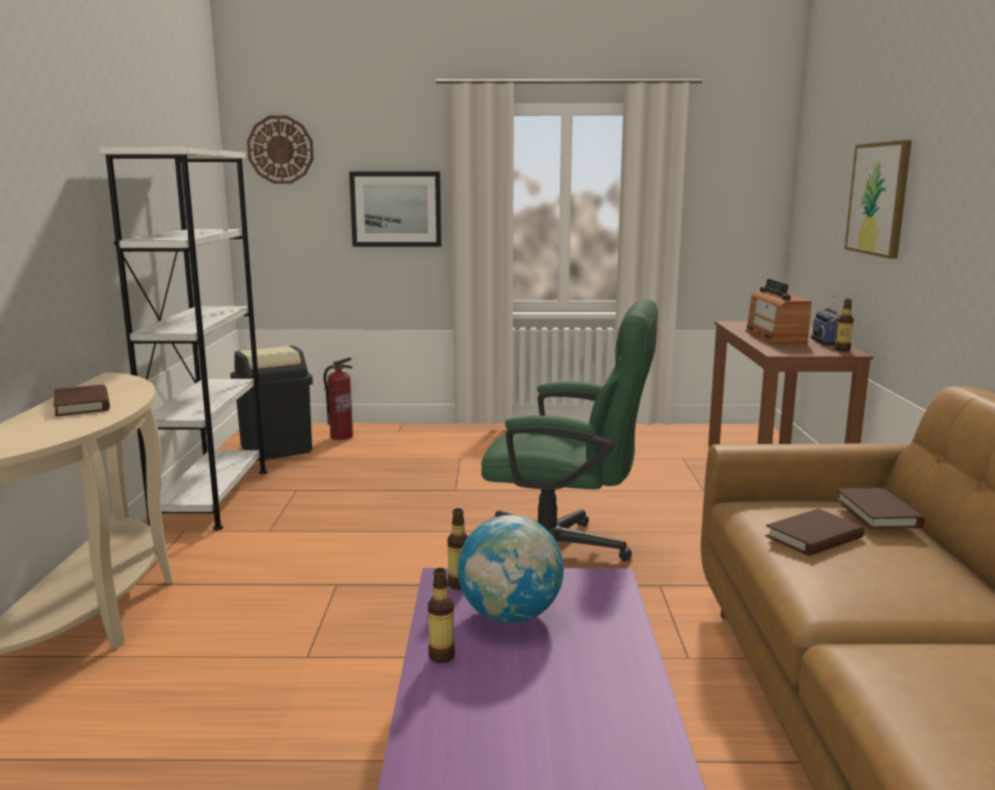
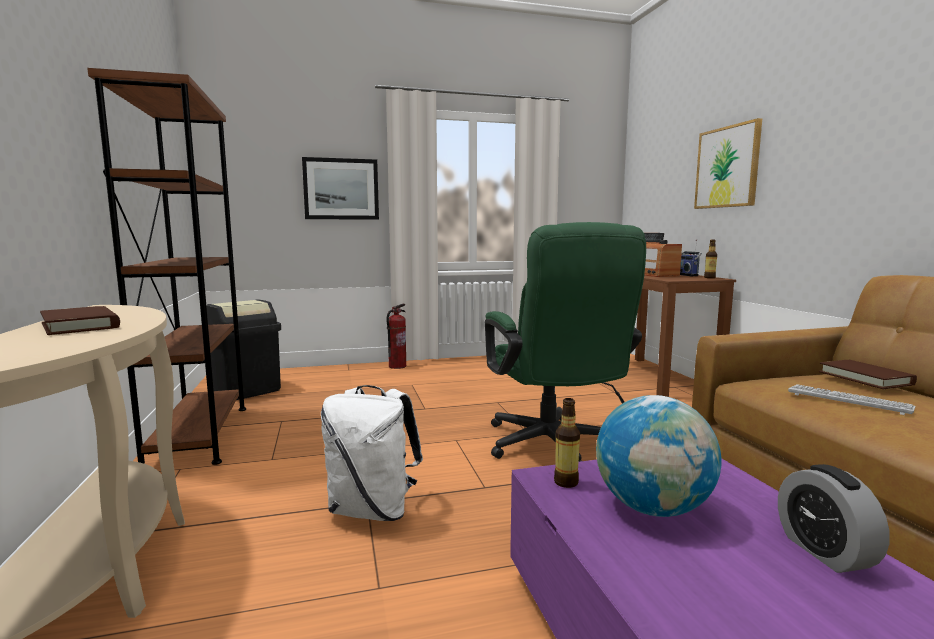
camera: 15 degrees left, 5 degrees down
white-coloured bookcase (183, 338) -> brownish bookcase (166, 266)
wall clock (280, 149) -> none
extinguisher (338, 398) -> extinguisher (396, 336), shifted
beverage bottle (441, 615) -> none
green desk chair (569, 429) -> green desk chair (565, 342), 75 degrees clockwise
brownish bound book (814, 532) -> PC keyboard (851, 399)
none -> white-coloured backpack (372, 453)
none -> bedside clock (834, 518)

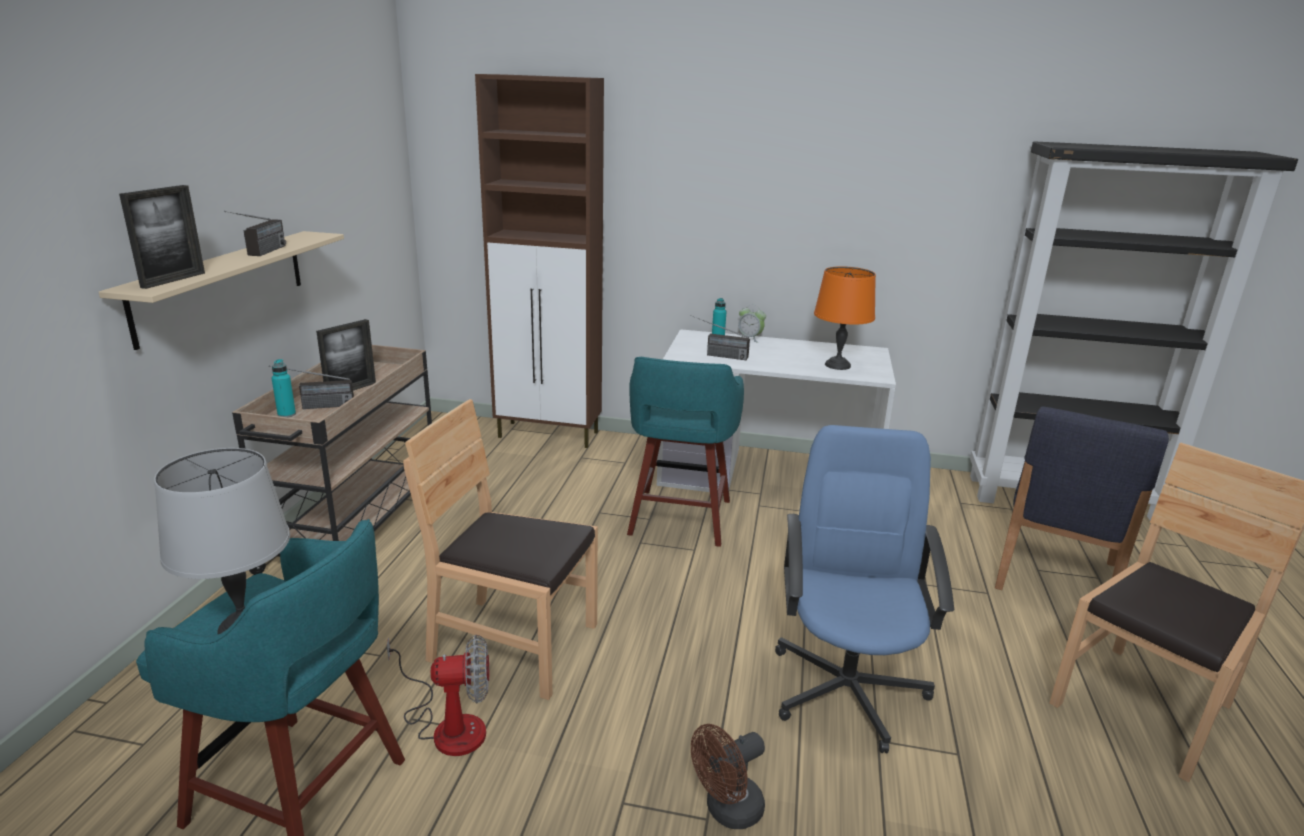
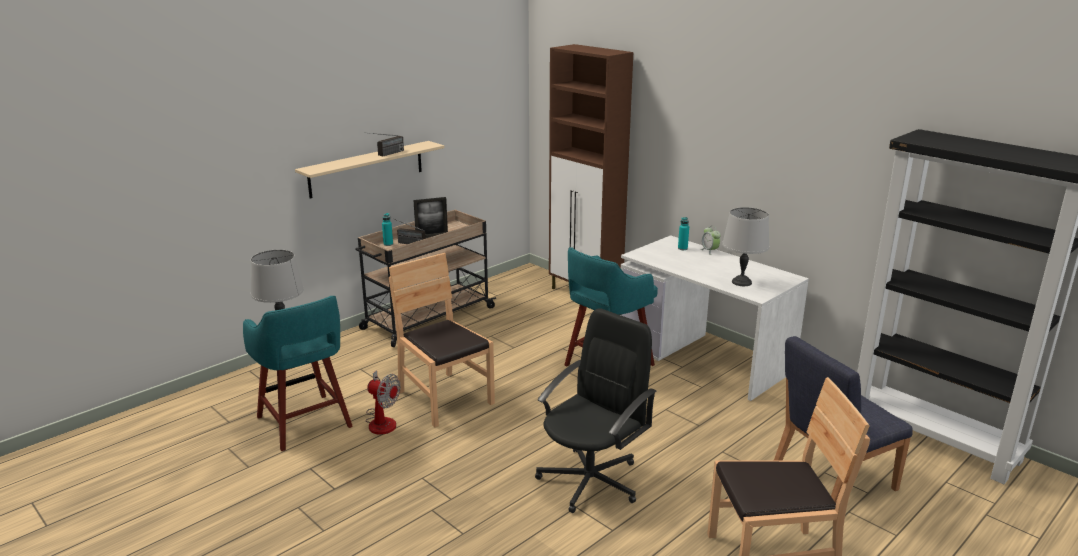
camera: 35 degrees right, 0 degrees up
standing frame (162, 237) -> none
radio receiver (720, 337) -> none
brownish fan (728, 776) -> none
blue-coloured desk chair (864, 589) -> blackish desk chair (595, 410)
orange-coloured table lamp (845, 318) -> greyish table lamp (745, 246)

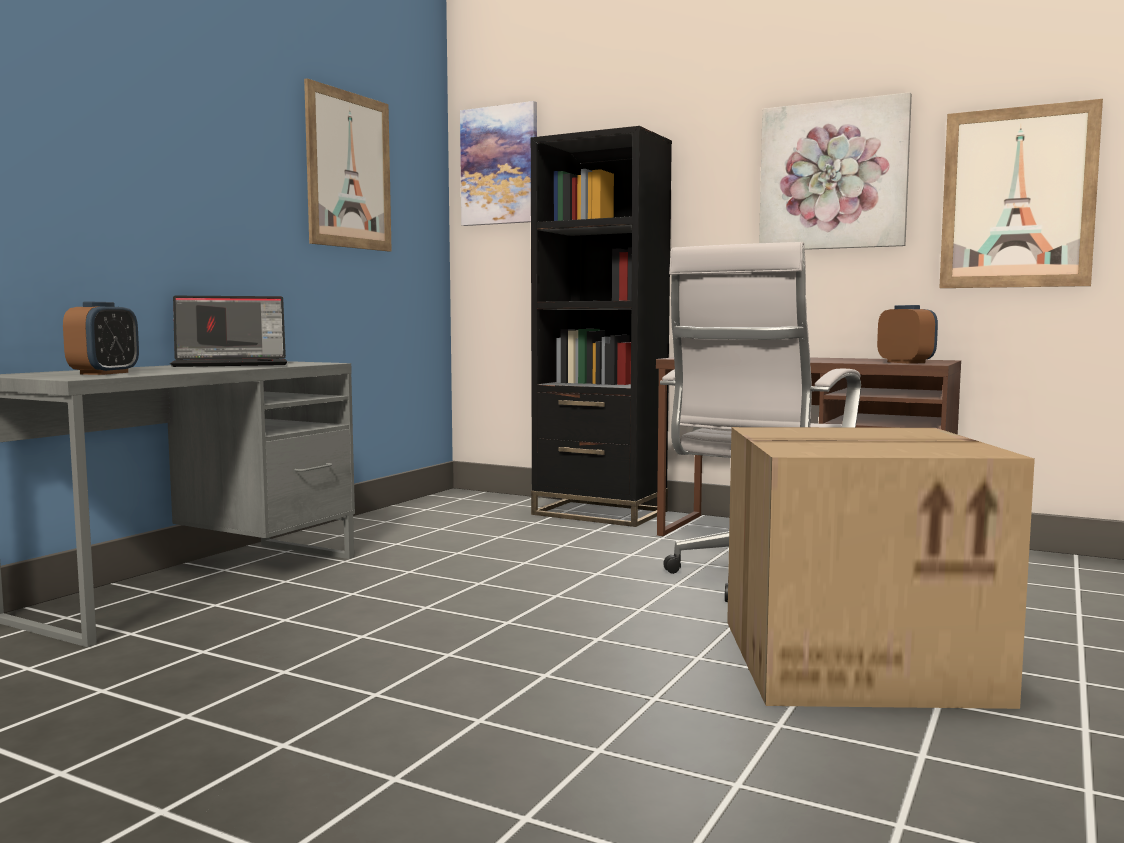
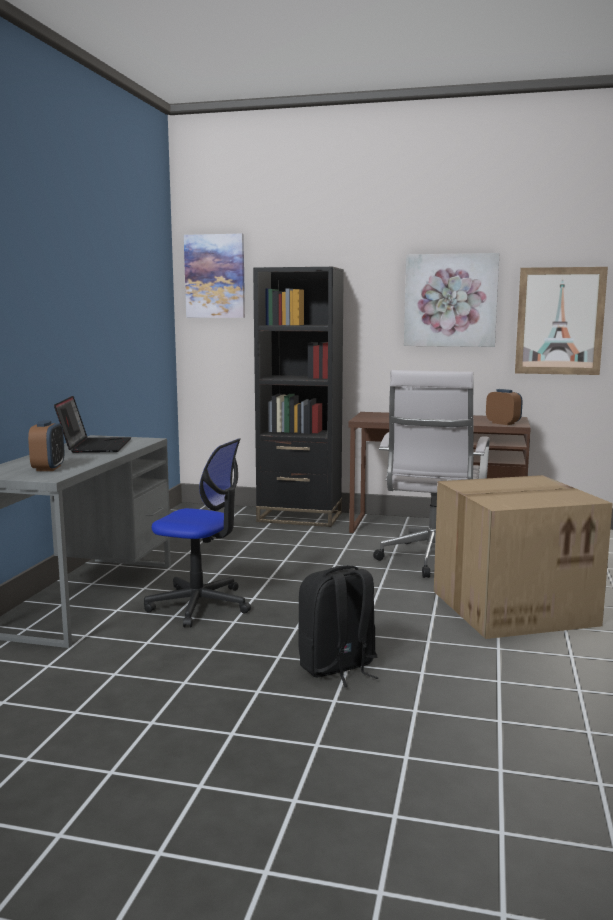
camera: 15 degrees left, 5 degrees up
laptop (229, 331) -> laptop (92, 424), 60 degrees counterclockwise
picture (348, 164) -> none
none -> desk chair (197, 532)
none -> blackish backpack (338, 626)

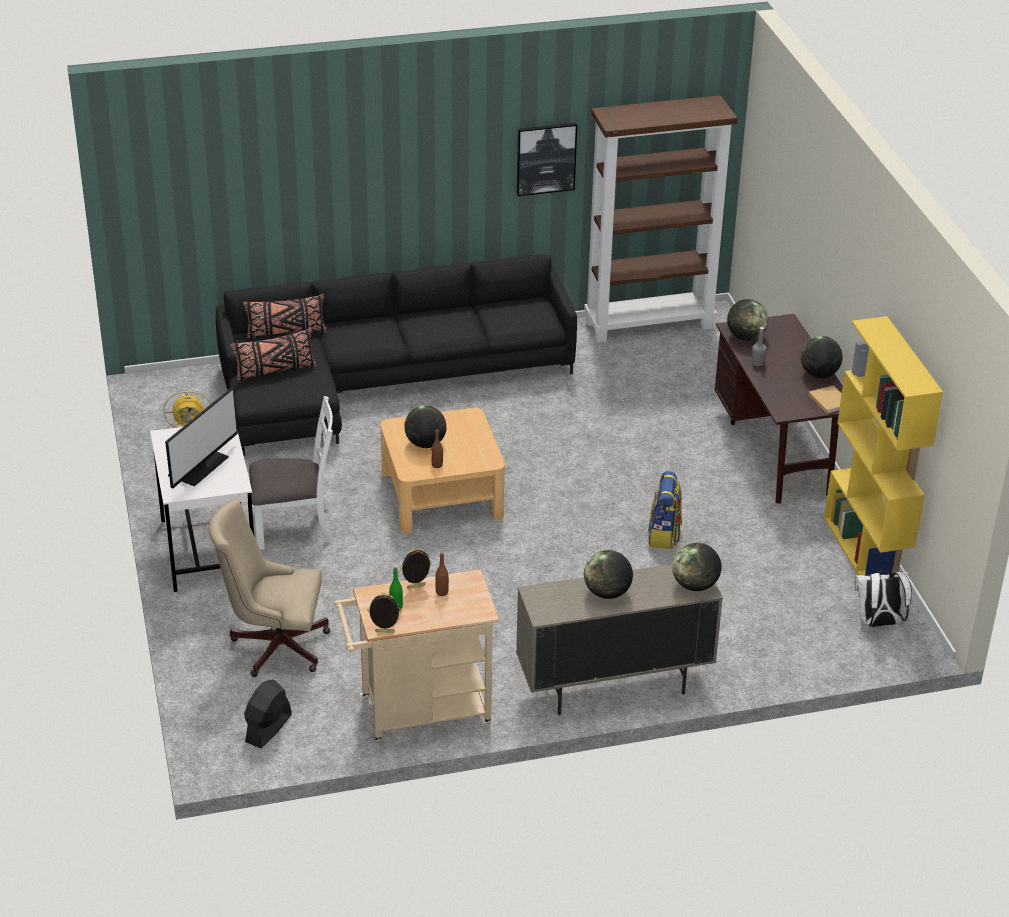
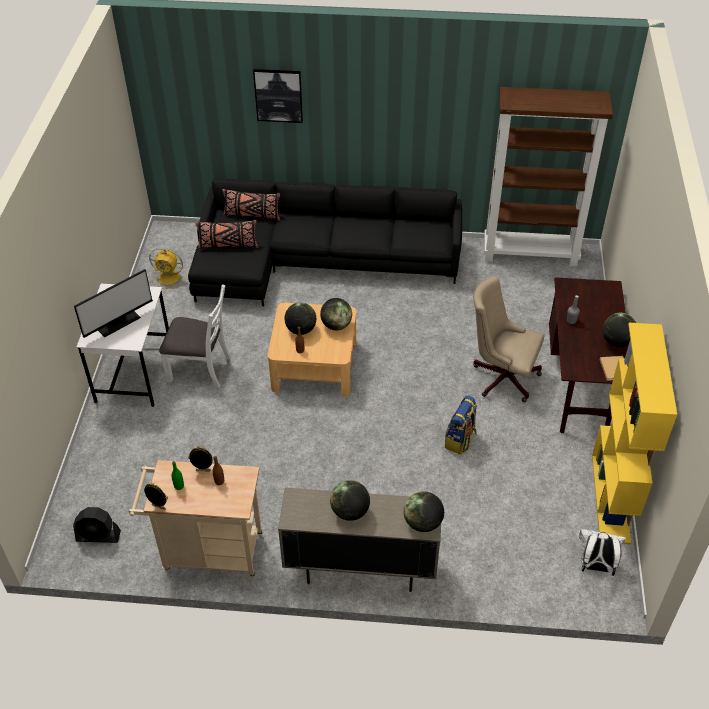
camera: 20 degrees right, 10 degrees up
sand-coloured desk chair (269, 588) -> sand-coloured desk chair (509, 339), shifted
blackish fan (268, 714) -> blackish fan (97, 525), 135 degrees counterclockwise
picture (546, 159) -> picture (278, 96), shifted
globe (747, 320) -> globe (336, 314), shifted

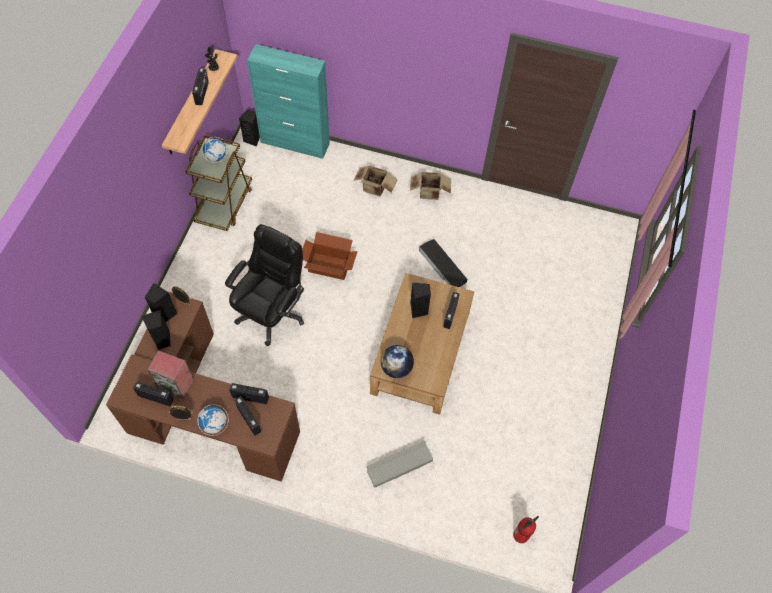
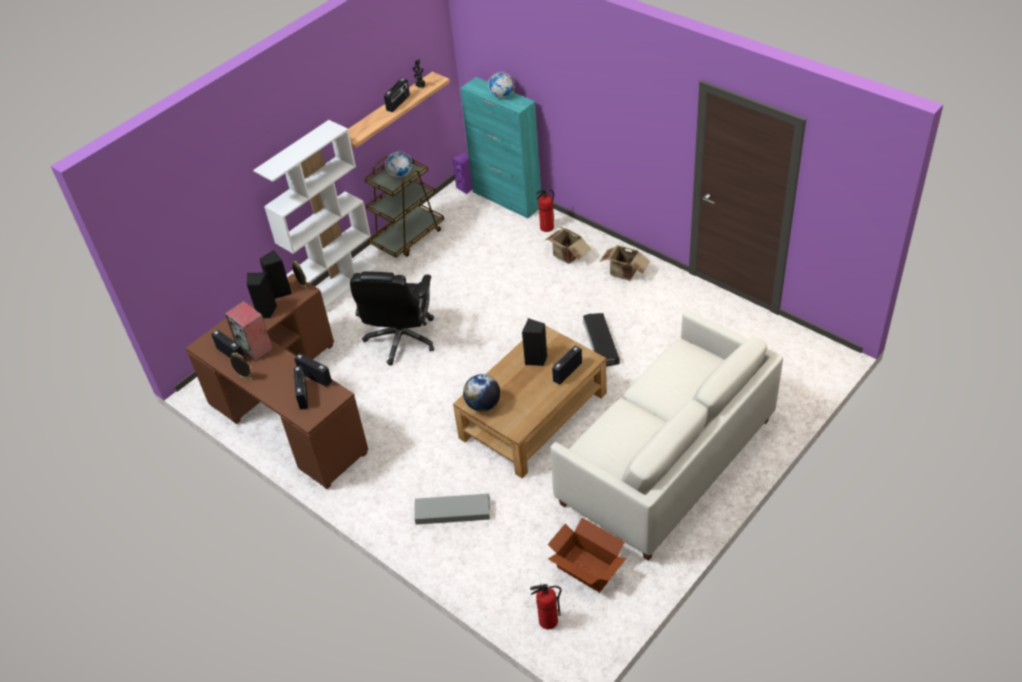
camera: 30 degrees right, 15 degrees down
globe (213, 420) -> globe (501, 85), shifted
blackish desk chair (264, 285) -> blackish desk chair (392, 318), 135 degrees clockwise
blackish audio speaker (249, 128) -> purple audio speaker (462, 173)
cardboard box (330, 256) -> cardboard box (586, 555), shifted
none -> white-coloured bookcase (315, 214)
none -> extinguisher (545, 210)
none -> white-coloured settee (666, 435)

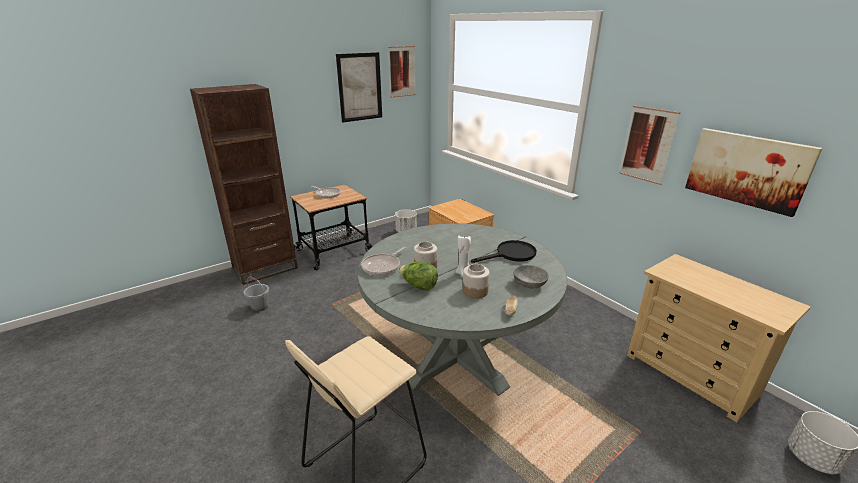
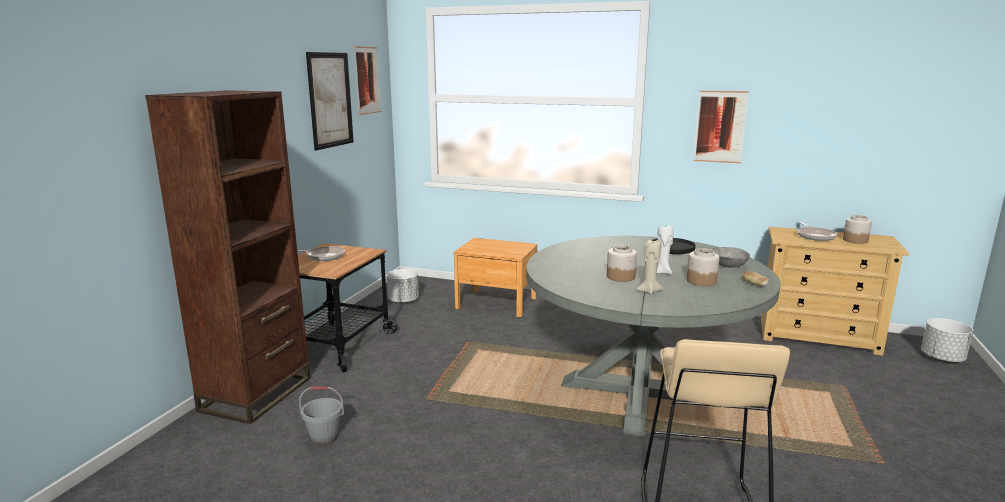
camera: 35 degrees left, 10 degrees down
frying pan (383, 261) -> frying pan (817, 231), shifted
lettuce head (418, 276) -> sand-coloured candle (649, 266)
picture (754, 172) -> none
none -> jar (857, 229)

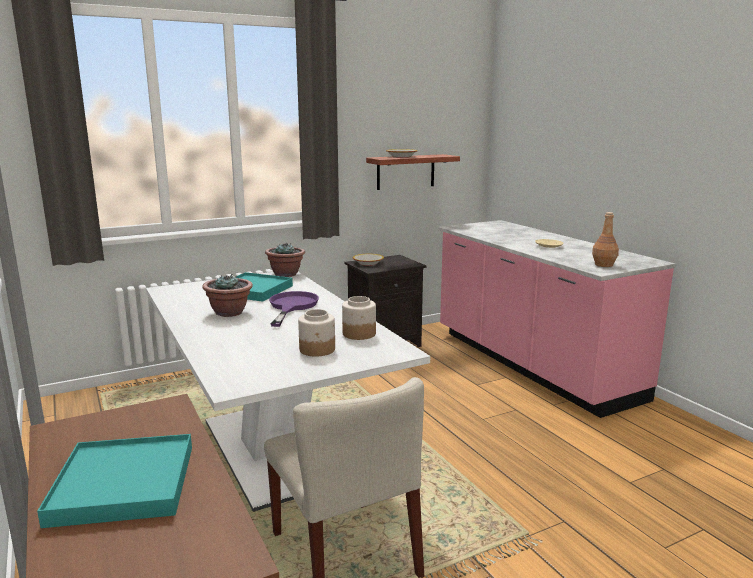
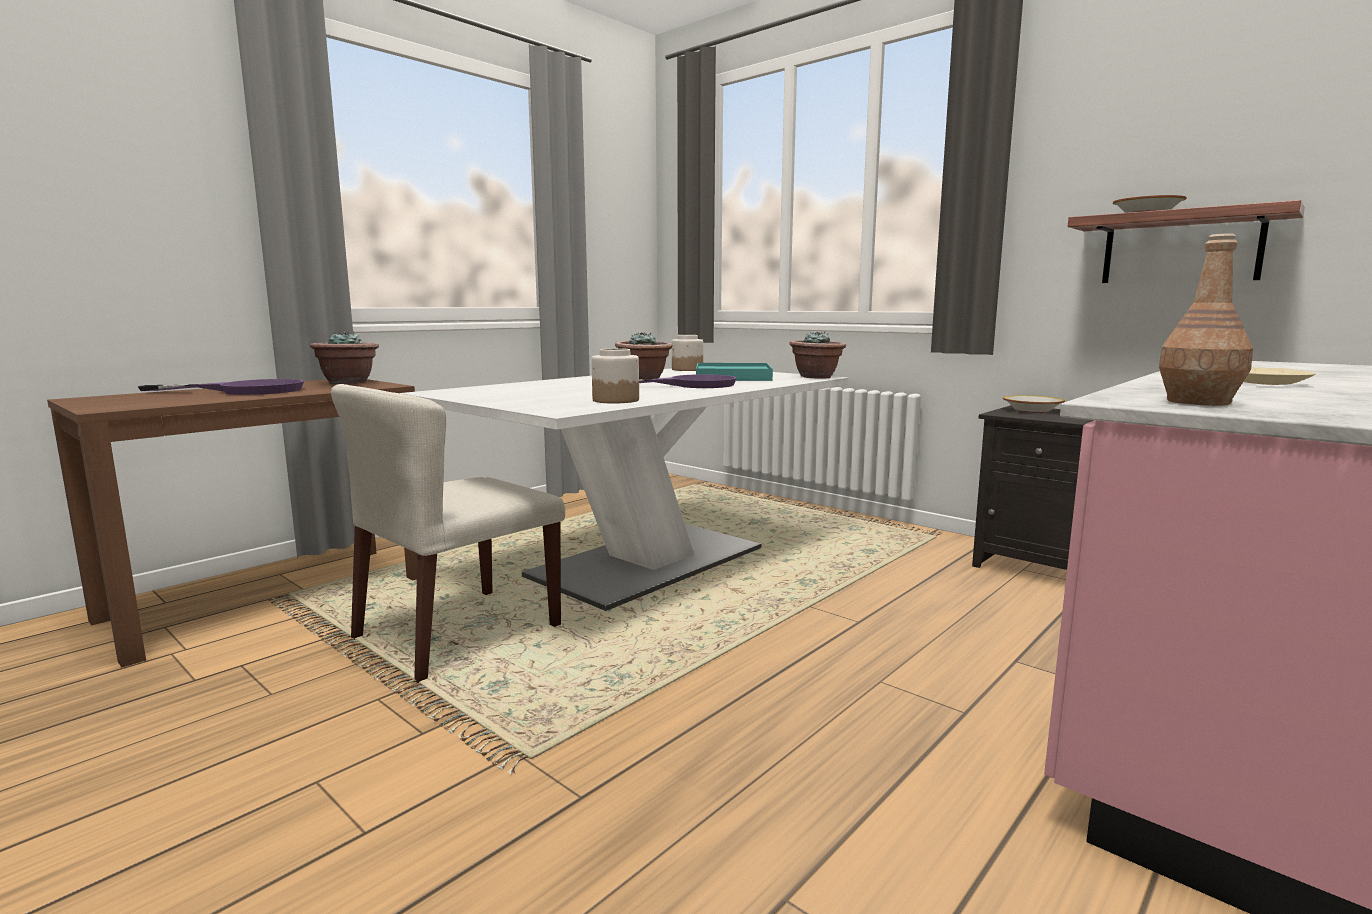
camera: 70 degrees right, 5 degrees down
turquoise-coloured tray (114, 481) -> purple frying pan (221, 387)
jar (316, 333) -> jar (687, 353), shifted
none -> plant in a pot (344, 357)

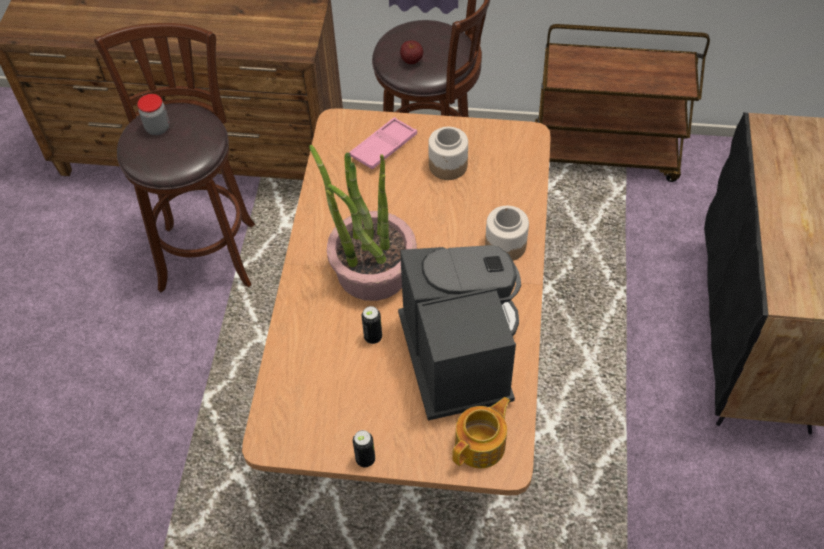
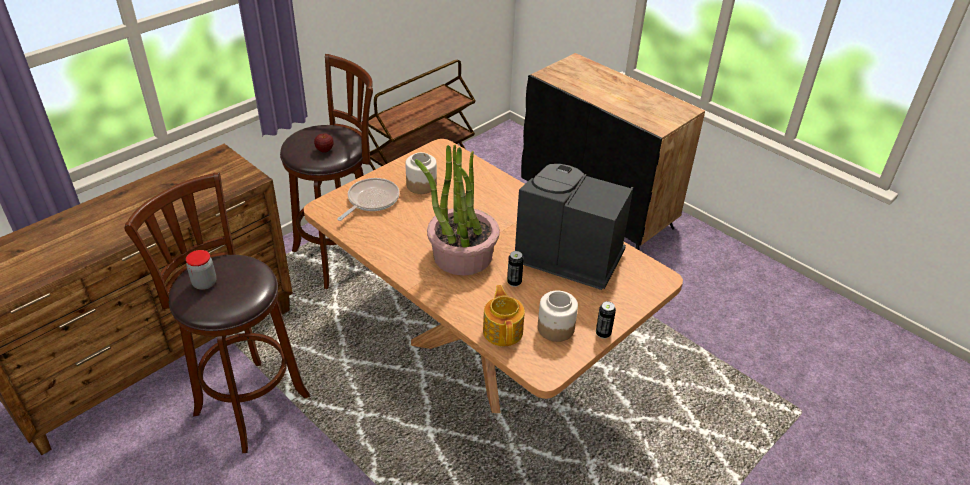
camera: 55 degrees left, 15 degrees down
pinkish tray (383, 143) -> frying pan (368, 199)
tea pot (481, 432) -> tea pot (504, 315), shifted
jar (507, 233) -> jar (558, 316), shifted

